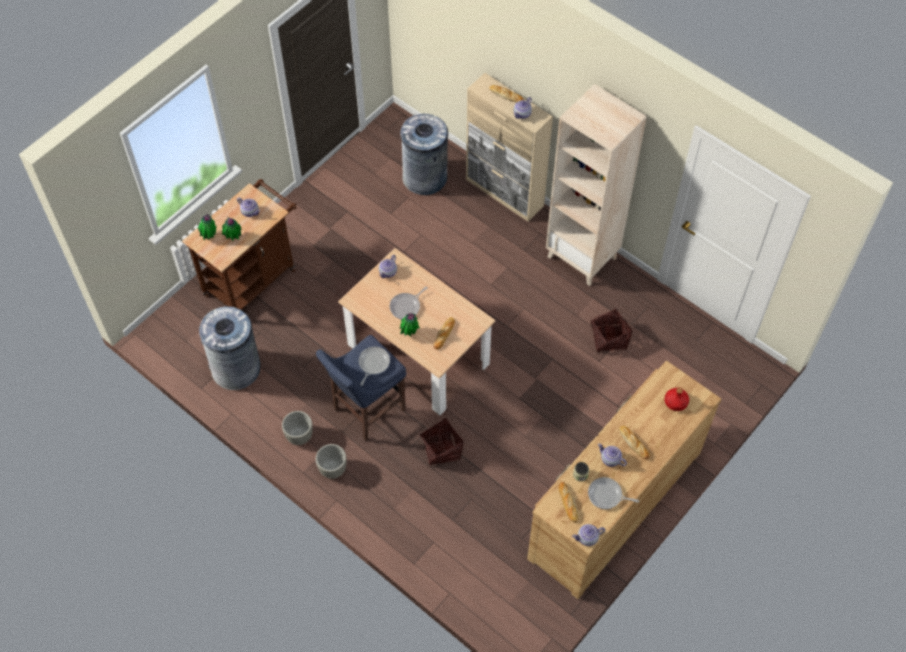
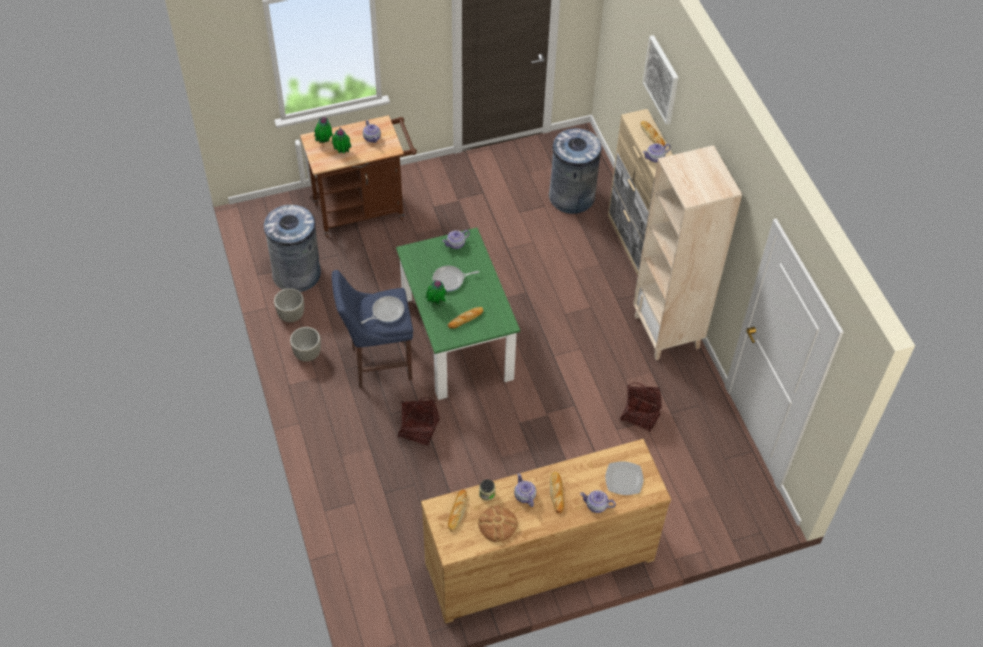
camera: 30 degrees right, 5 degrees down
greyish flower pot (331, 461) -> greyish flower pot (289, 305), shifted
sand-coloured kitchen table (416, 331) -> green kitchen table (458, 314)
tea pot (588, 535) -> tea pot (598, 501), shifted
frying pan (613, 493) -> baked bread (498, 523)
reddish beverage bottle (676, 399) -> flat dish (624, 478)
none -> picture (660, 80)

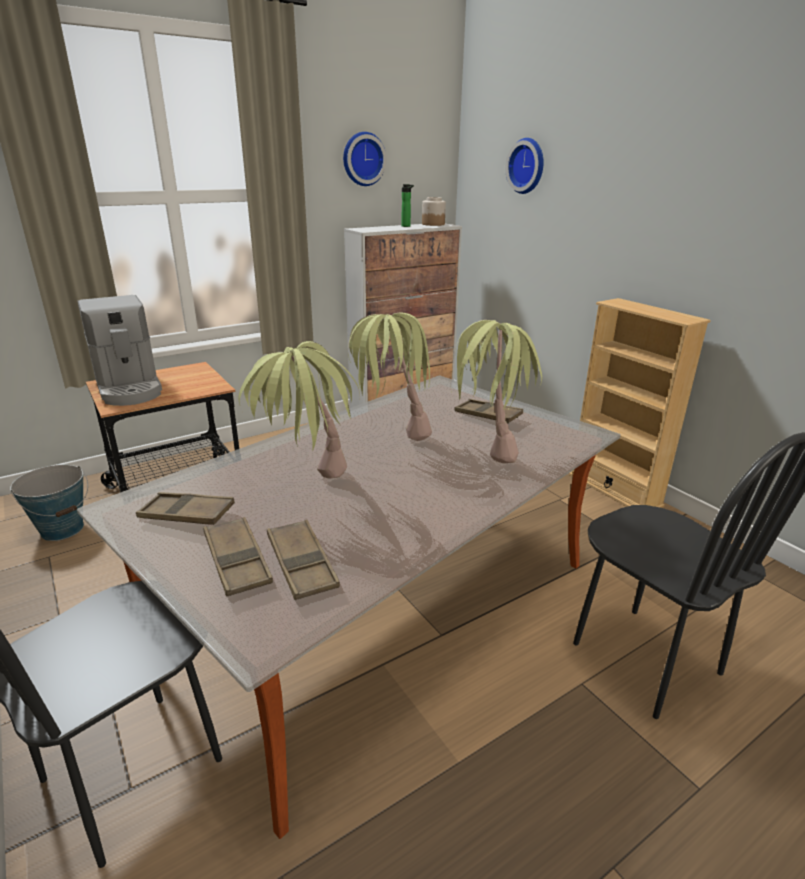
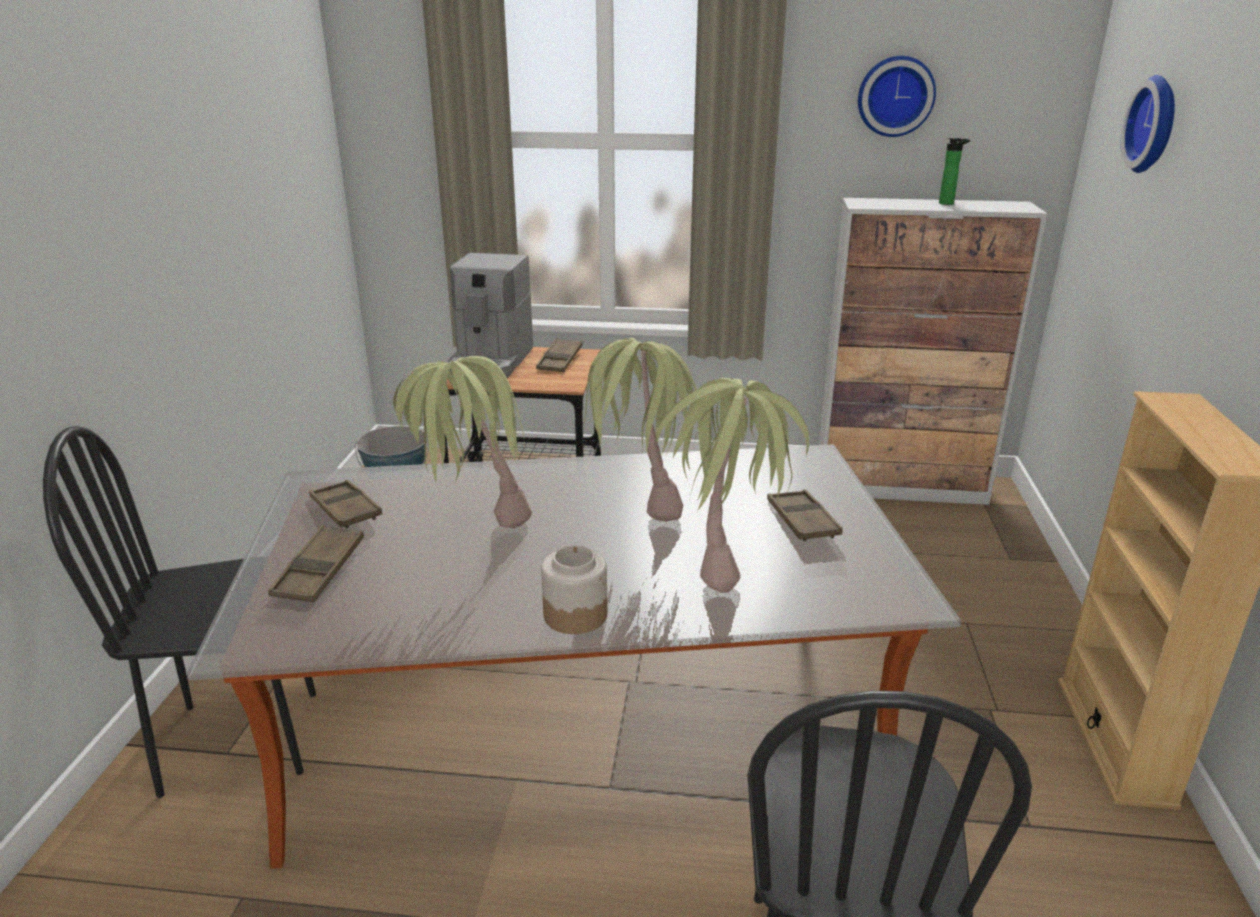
camera: 40 degrees right, 0 degrees up
brownish tray (303, 559) -> brownish tray (559, 355), shifted
jar (434, 211) -> jar (574, 589), shifted

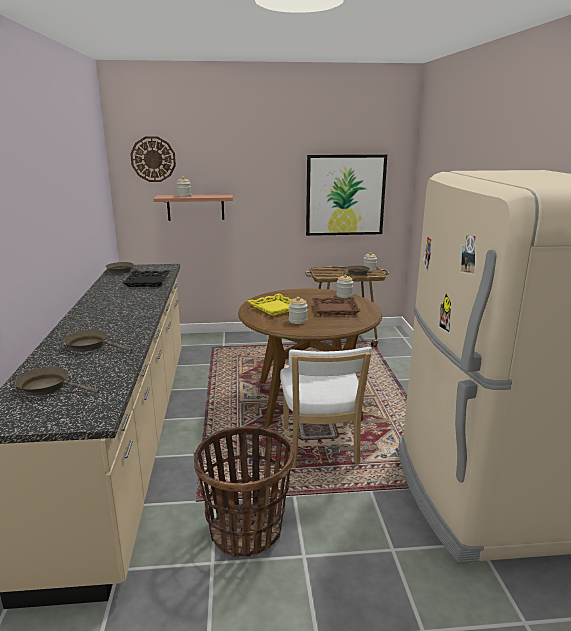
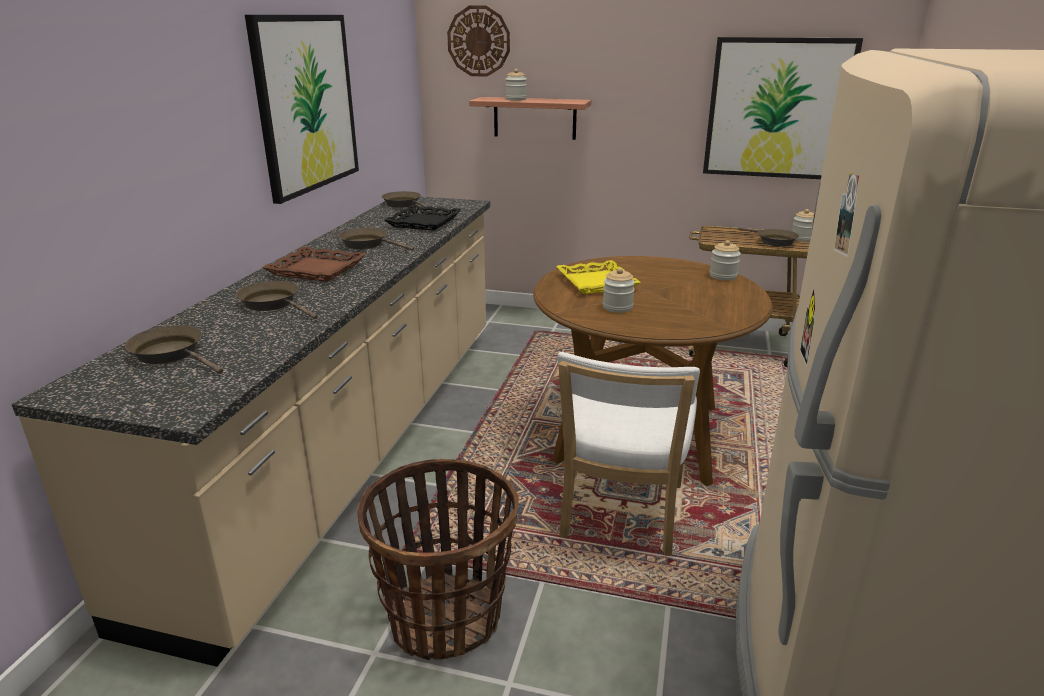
camera: 20 degrees right, 5 degrees up
brownish tray (336, 306) -> brownish tray (314, 264), shifted
none -> picture (302, 109)
none -> brownish frying pan (376, 239)

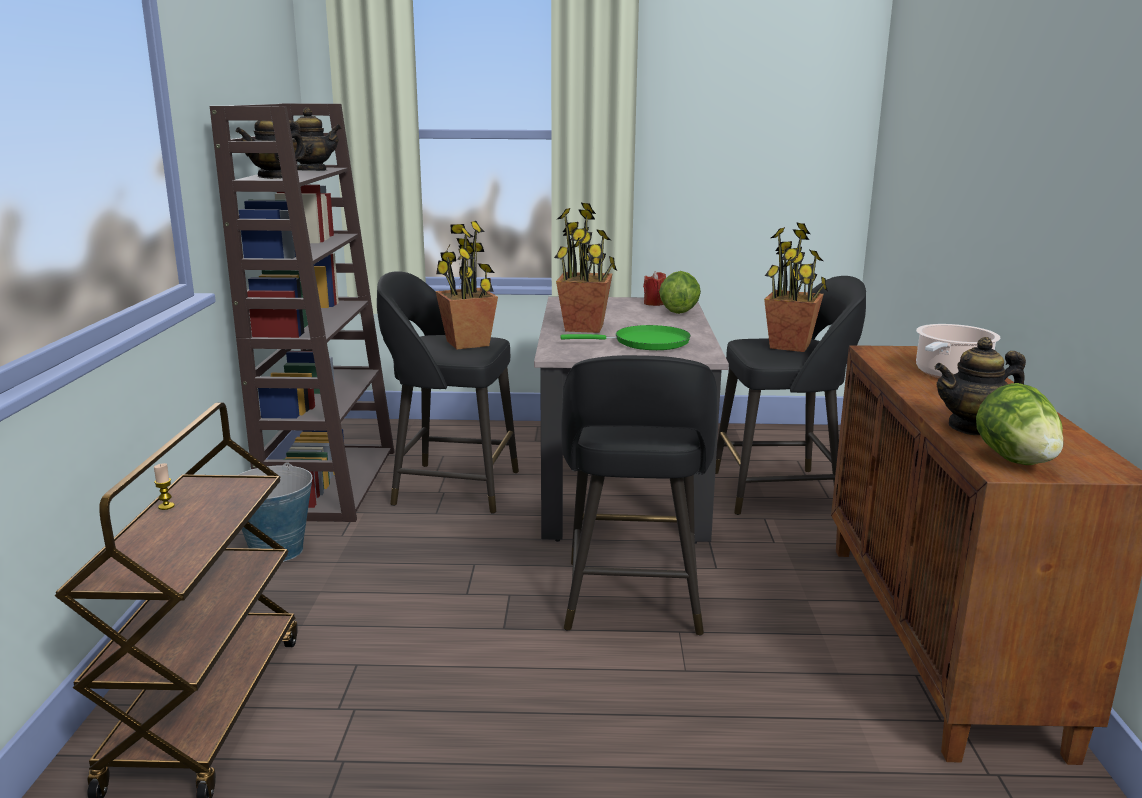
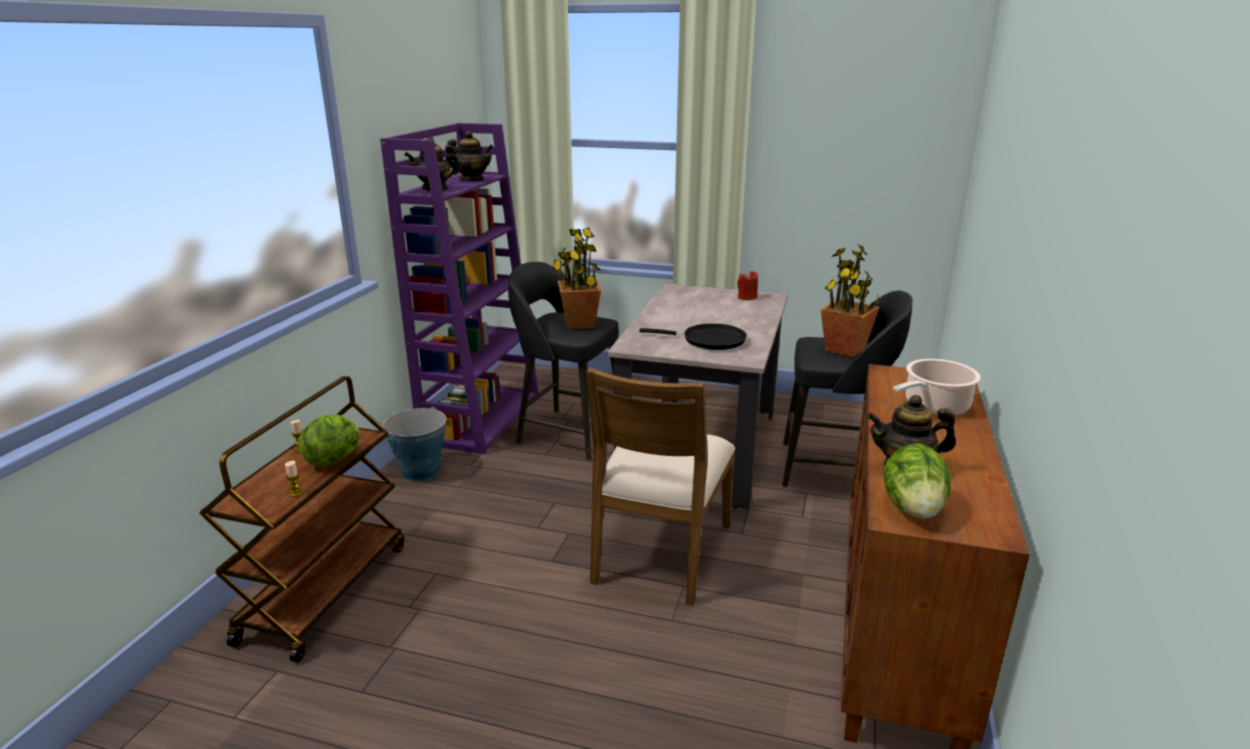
camera: 15 degrees right, 5 degrees up
brownish bookcase (302, 312) -> purple bookcase (459, 288)
plant in a pot (585, 268) -> none
green frying pan (625, 337) -> blackish frying pan (693, 336)
blackish stool seat (639, 495) -> brownish chair (661, 486)
lettuce head (680, 292) -> lettuce head (328, 440), shifted
none -> candle (293, 479)

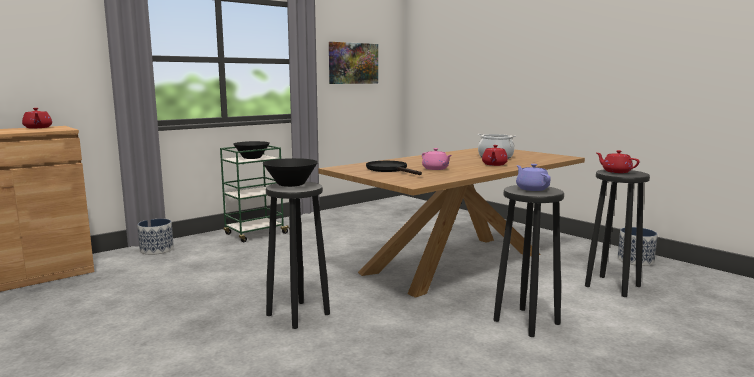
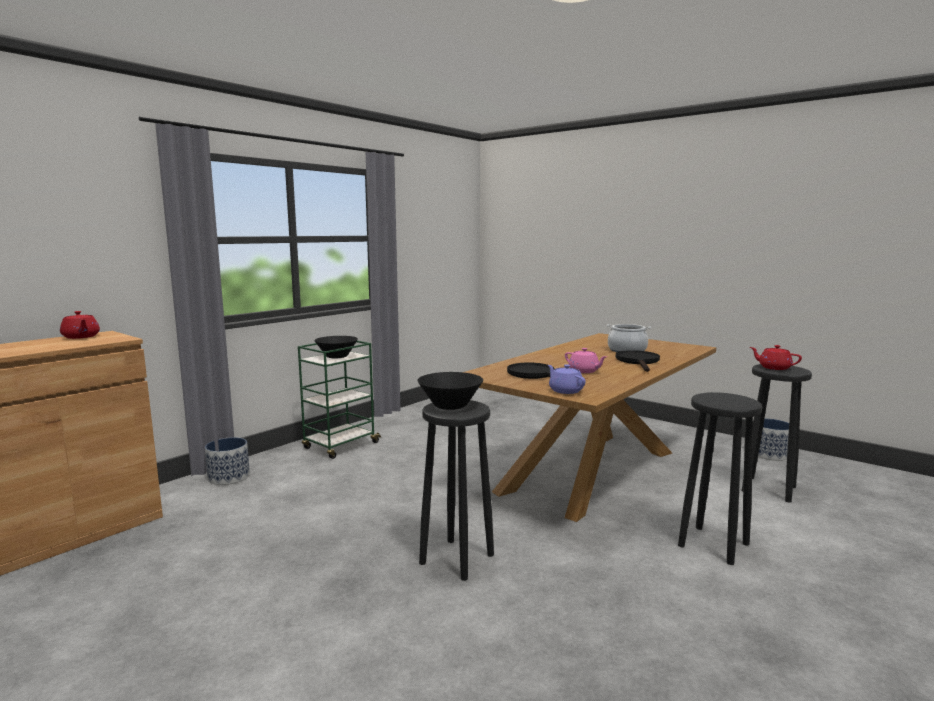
camera: 10 degrees left, 0 degrees up
picture (353, 63) -> none
reddish tea pot (495, 155) -> blackish frying pan (638, 361)
purple tea pot (533, 177) -> purple tea pot (567, 379), shifted

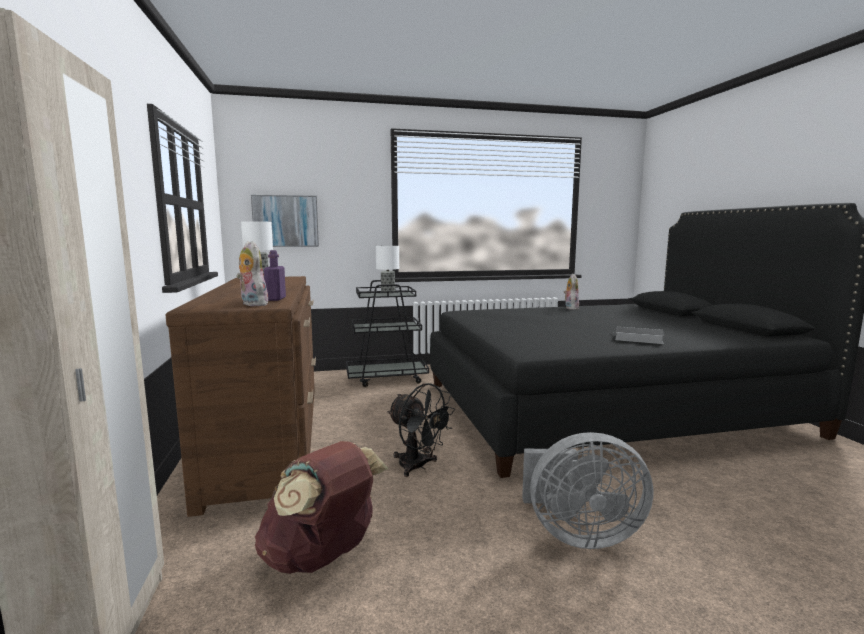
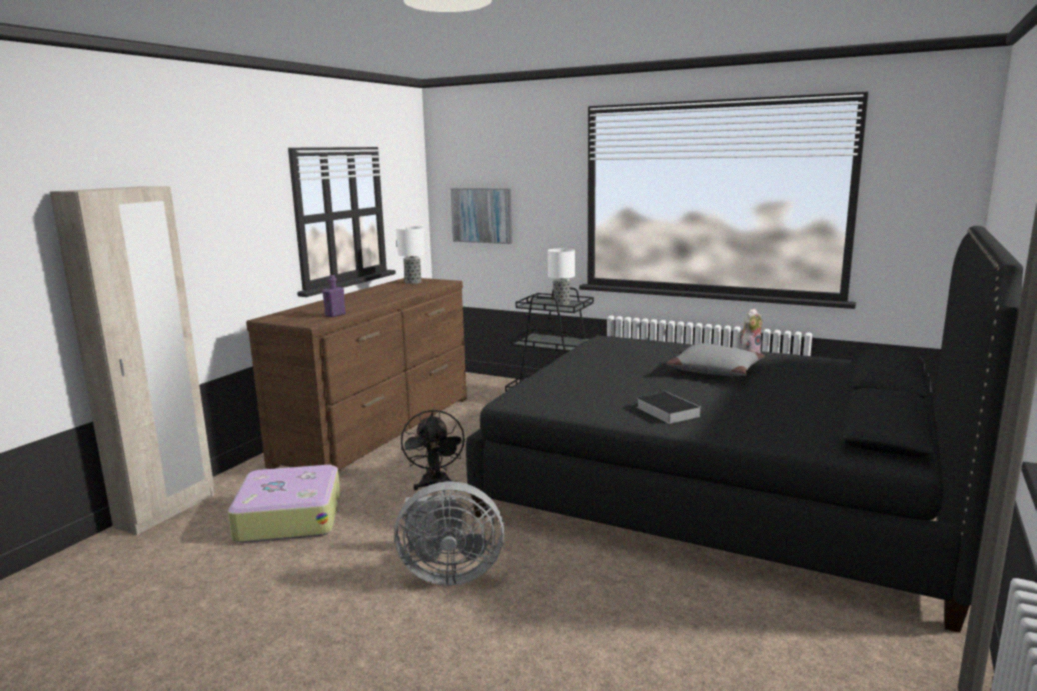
camera: 40 degrees right, 5 degrees up
plush toy (252, 273) -> none
brownish backpack (322, 507) -> travel case (284, 504)
greyish fan (587, 490) -> greyish fan (449, 533), 45 degrees counterclockwise
none -> greyish pillow (715, 359)

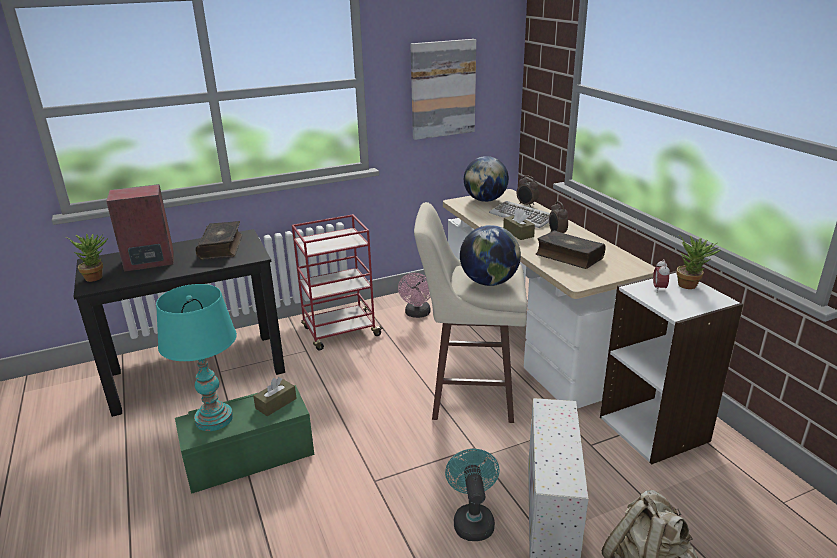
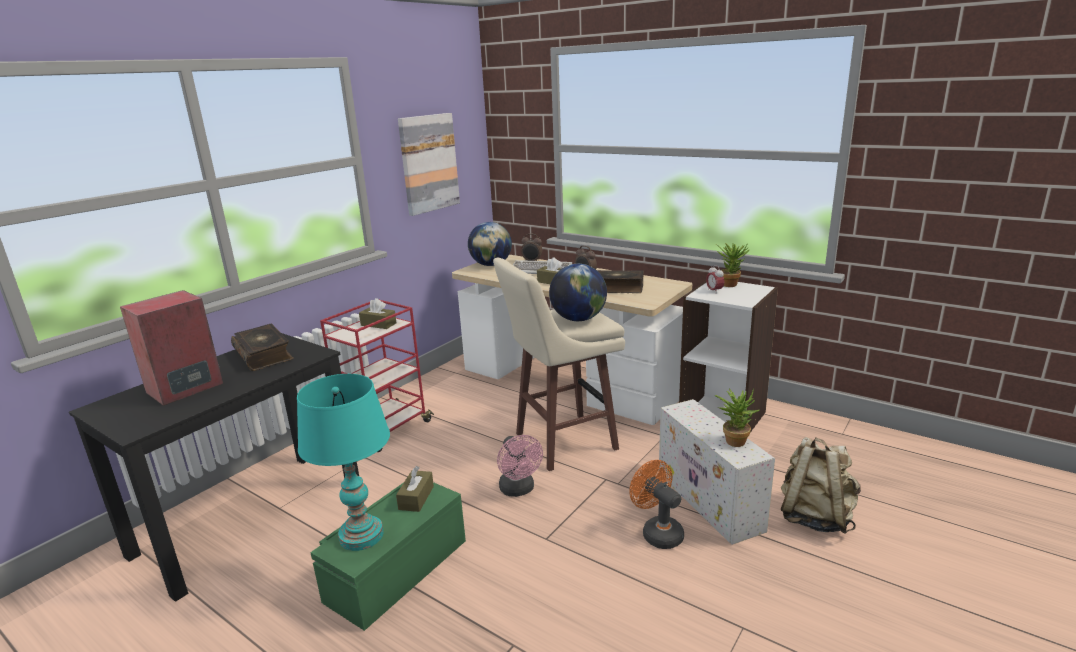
camera: 30 degrees left, 5 degrees down
plant in a pot (87, 258) -> plant in a pot (737, 417), shifted
pinkish fan (414, 295) -> pinkish fan (520, 466), shifted
turquoise-coloured fan (472, 495) -> orange-coloured fan (656, 504)
none -> brownish tissue box (377, 313)

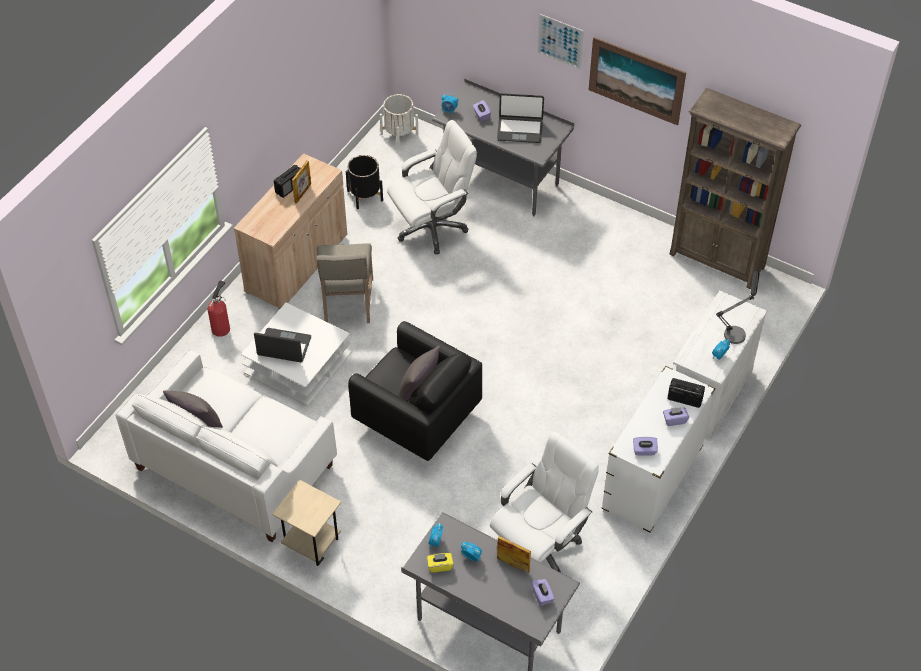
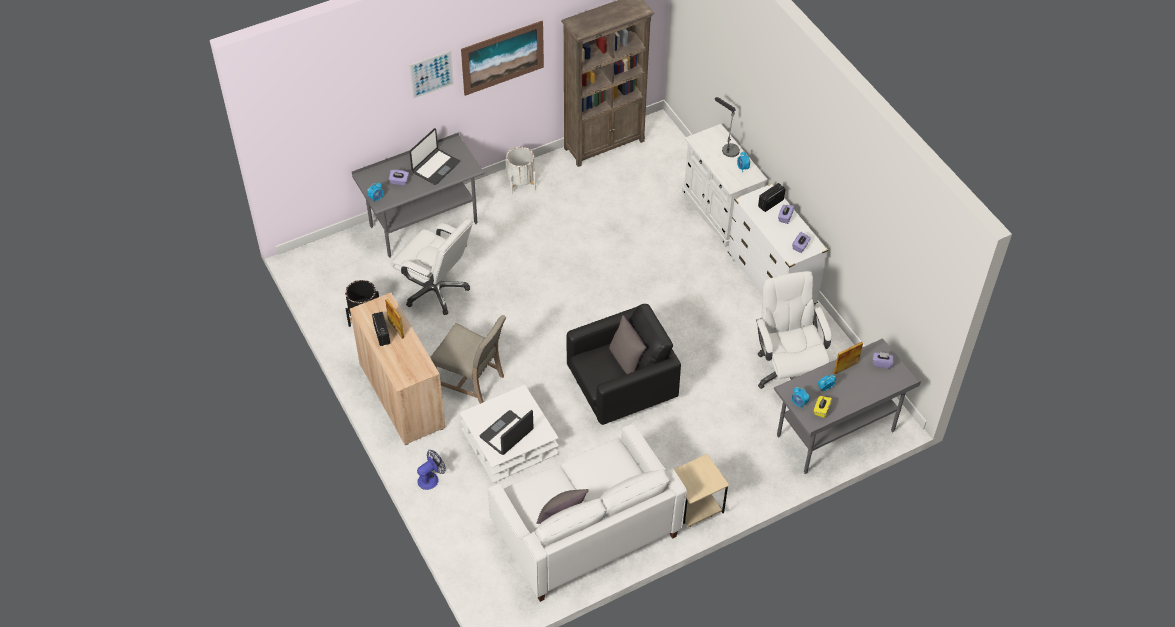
camera: 60 degrees left, 0 degrees up
extinguisher (218, 308) -> fan (431, 470)
white-coloured flower pot (399, 121) -> white-coloured flower pot (520, 170), shifted
white-coloured desk chair (432, 187) -> white-coloured desk chair (431, 266), 120 degrees clockwise

